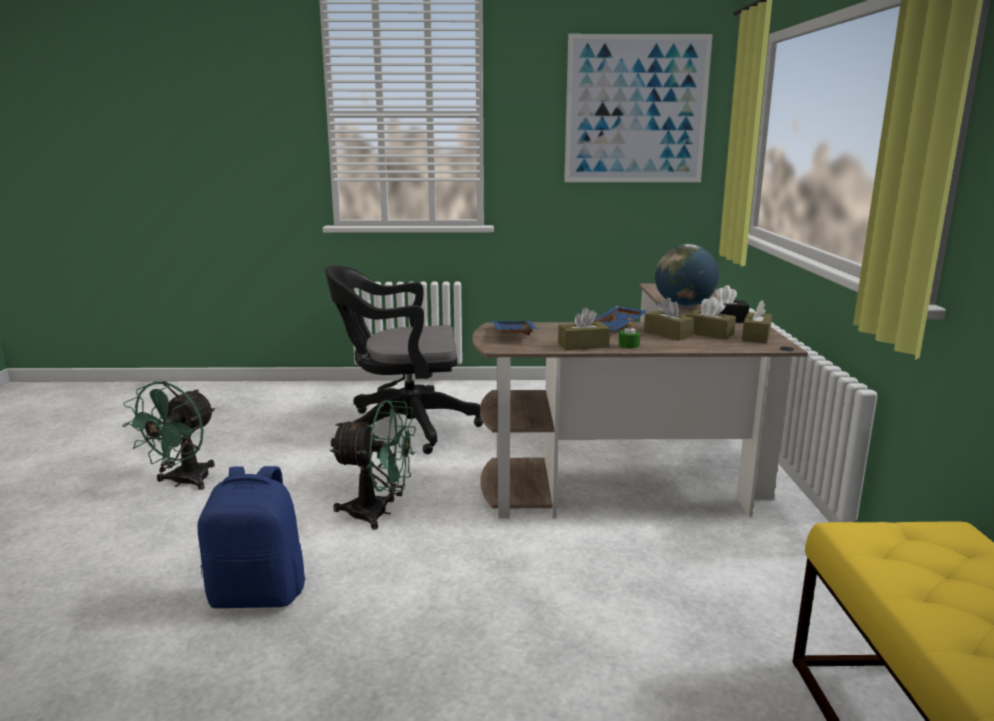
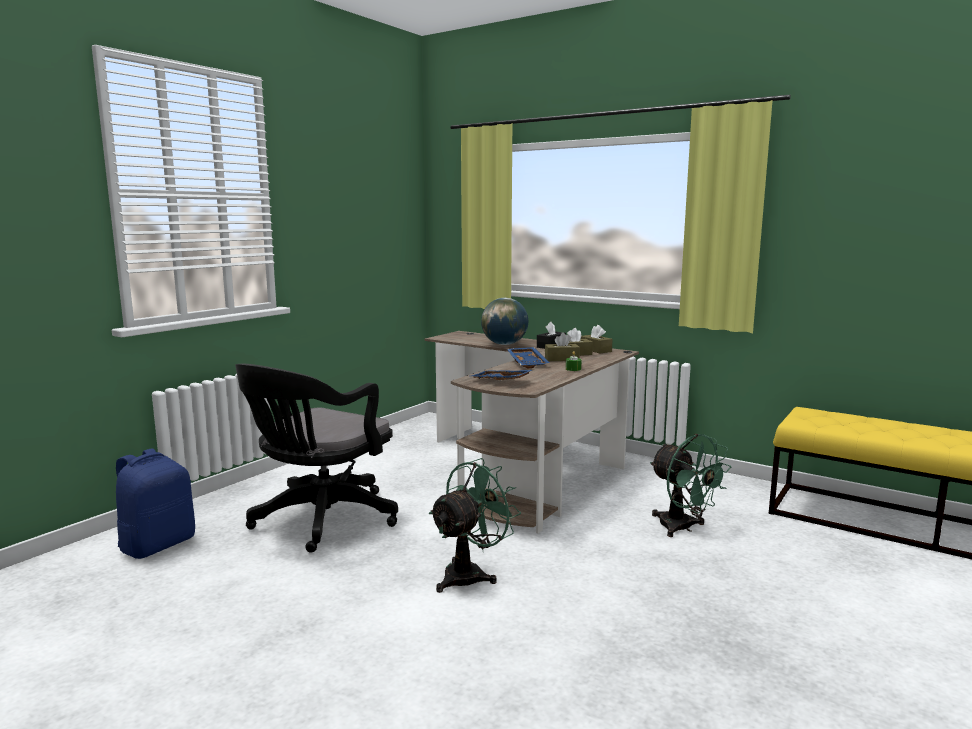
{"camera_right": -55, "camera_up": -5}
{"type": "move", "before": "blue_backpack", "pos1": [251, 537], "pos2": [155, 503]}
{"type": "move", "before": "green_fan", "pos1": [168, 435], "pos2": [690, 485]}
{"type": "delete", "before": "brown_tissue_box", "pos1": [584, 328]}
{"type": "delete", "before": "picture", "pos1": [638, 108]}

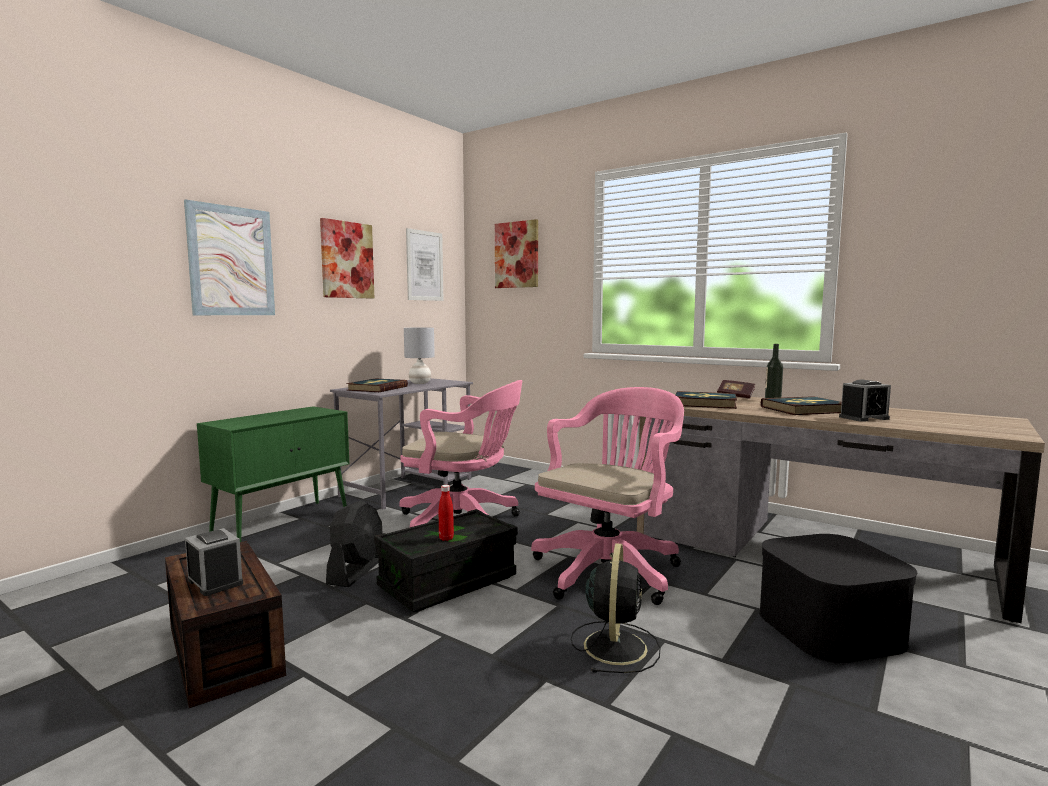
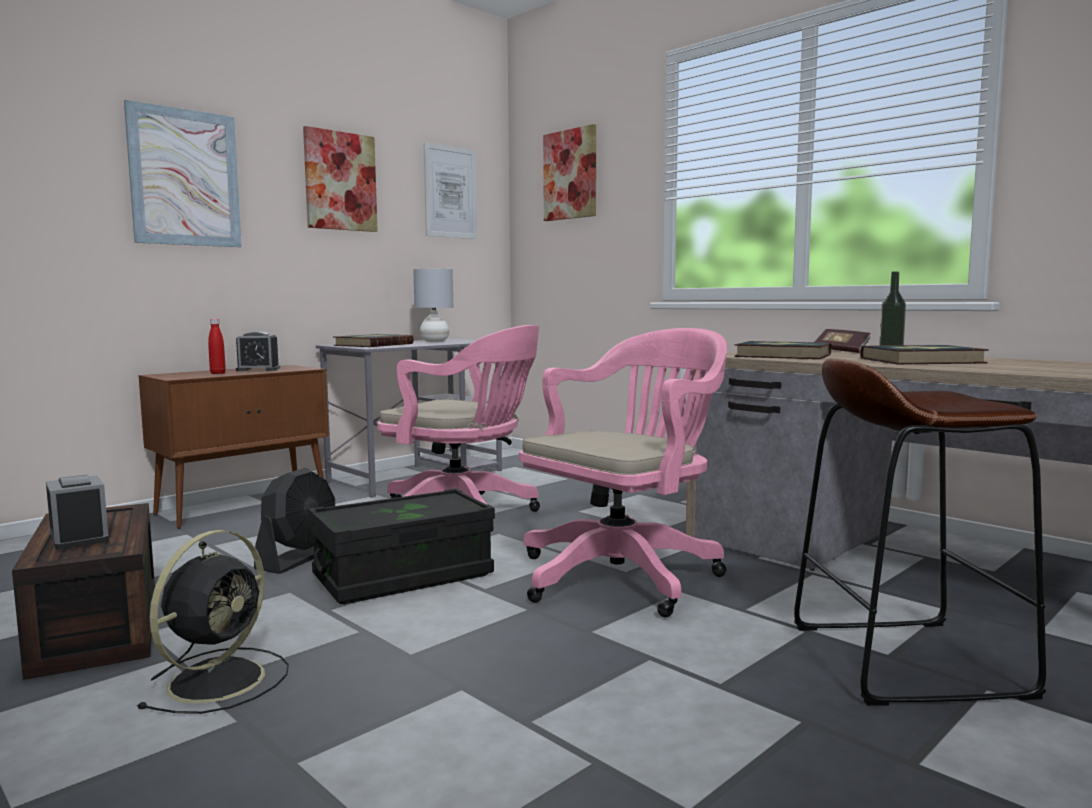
{"camera_right": 10, "camera_up": 0}
{"type": "move", "before": "black_fan", "pos1": [616, 608], "pos2": [212, 622]}
{"type": "recolor", "before": "green_cabinet", "after": "brown_cabinet", "pos1": [273, 474], "pos2": [234, 447]}
{"type": "move", "before": "red_bottle", "pos1": [446, 513], "pos2": [217, 346]}
{"type": "move", "before": "alarm_clock", "pos1": [865, 401], "pos2": [258, 351]}
{"type": "replace", "before": "black_storage_box", "after": "brown_stool", "pos1": [838, 598], "pos2": [920, 531]}

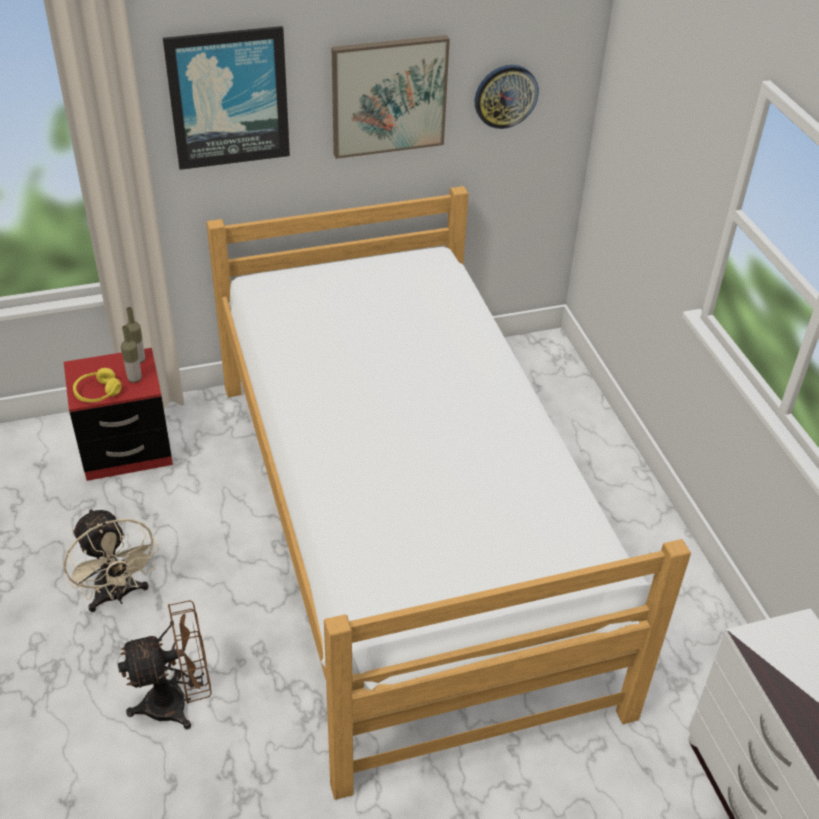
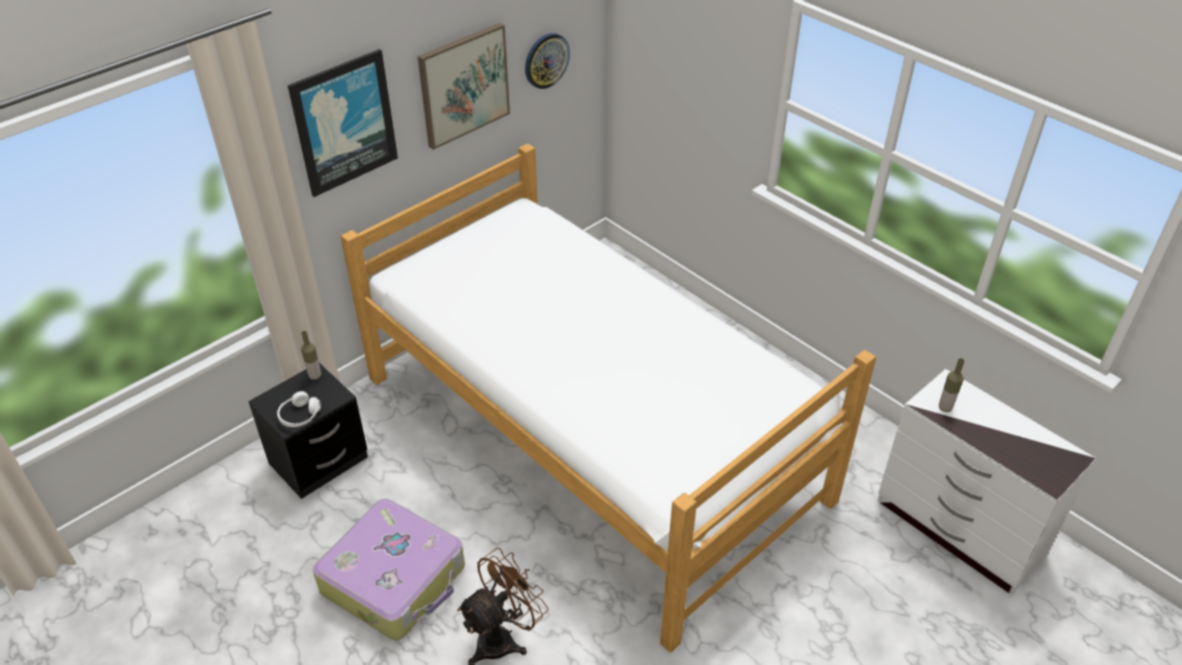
{"camera_right": -25, "camera_up": 0}
{"type": "recolor", "before": "red_nightstand", "after": "black_nightstand", "pos1": [118, 414], "pos2": [308, 431]}
{"type": "recolor", "before": "yellow_headphones", "after": "white_headphones", "pos1": [97, 385], "pos2": [299, 409]}
{"type": "replace", "before": "beige_fan", "after": "suitcase", "pos1": [111, 560], "pos2": [389, 569]}
{"type": "move", "before": "bottle", "pos1": [131, 354], "pos2": [951, 385]}

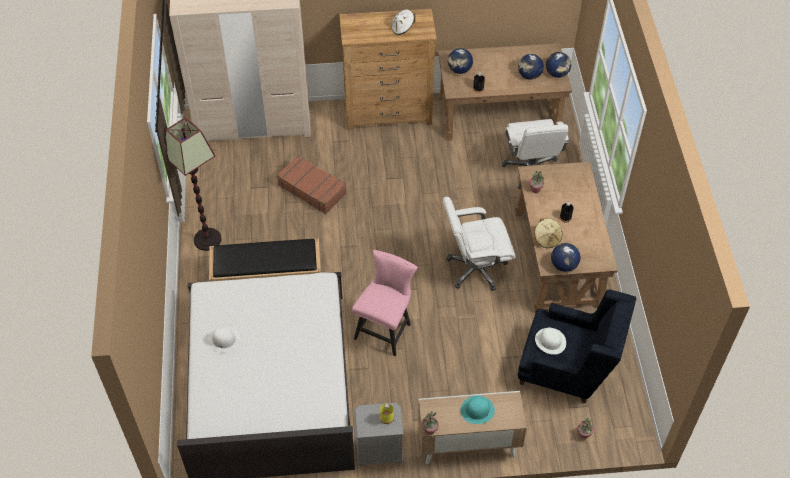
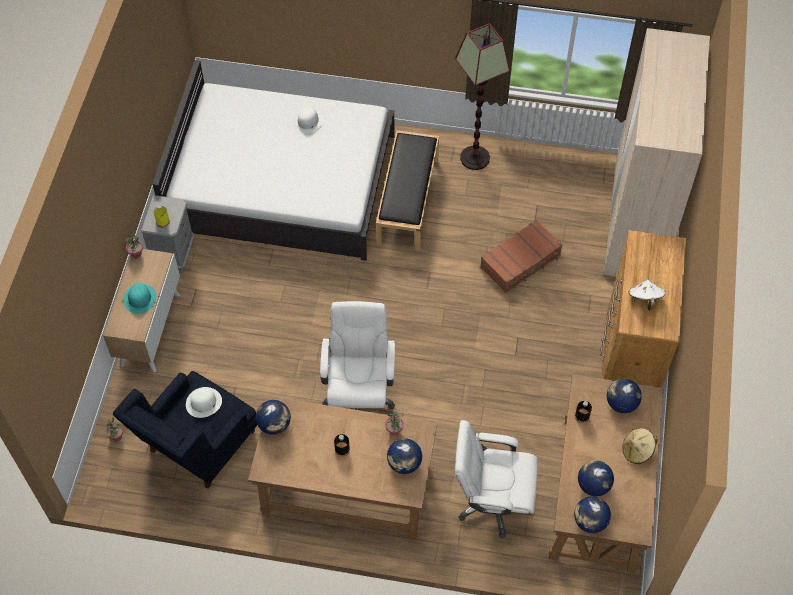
{"camera_right": 105, "camera_up": 5}
{"type": "insert", "after": "globe", "pos2": [404, 456]}
{"type": "move", "before": "beige_hat", "pos1": [548, 233], "pos2": [640, 446]}
{"type": "delete", "before": "pink_chair", "pos1": [385, 303]}

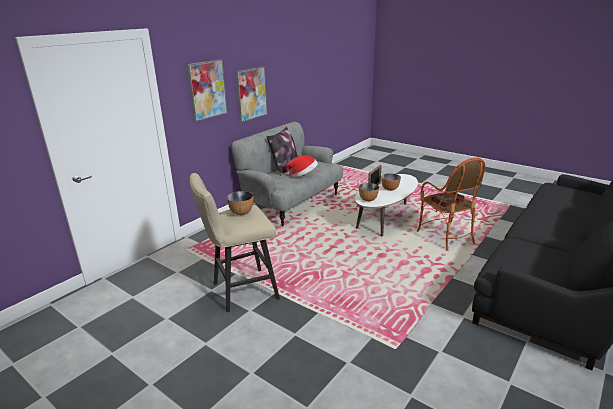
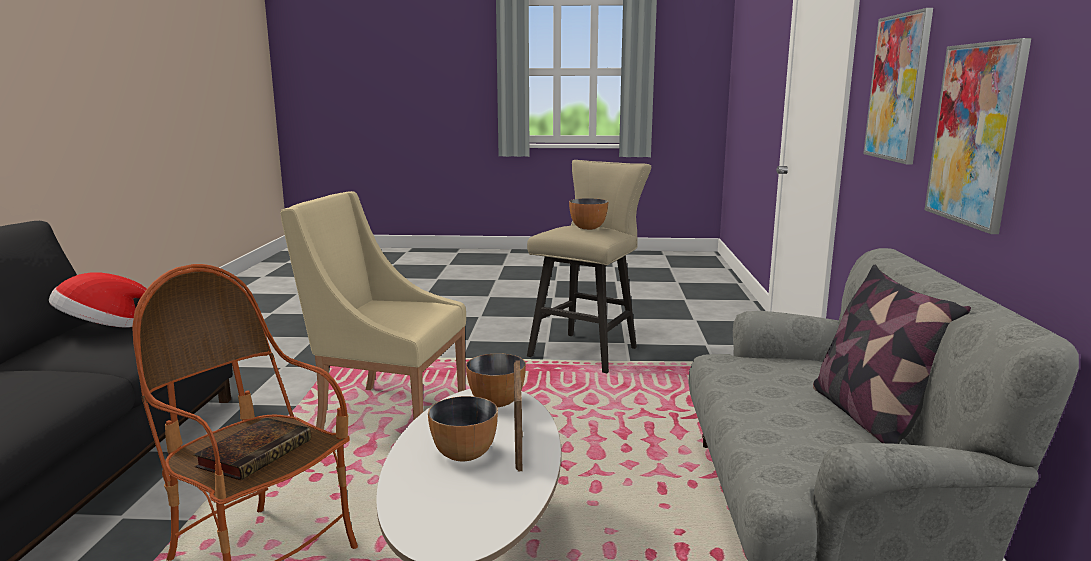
{"camera_right": 145, "camera_up": -10}
{"type": "move", "before": "hat", "pos1": [302, 166], "pos2": [97, 300]}
{"type": "insert", "after": "beige_armchair", "pos2": [373, 310]}

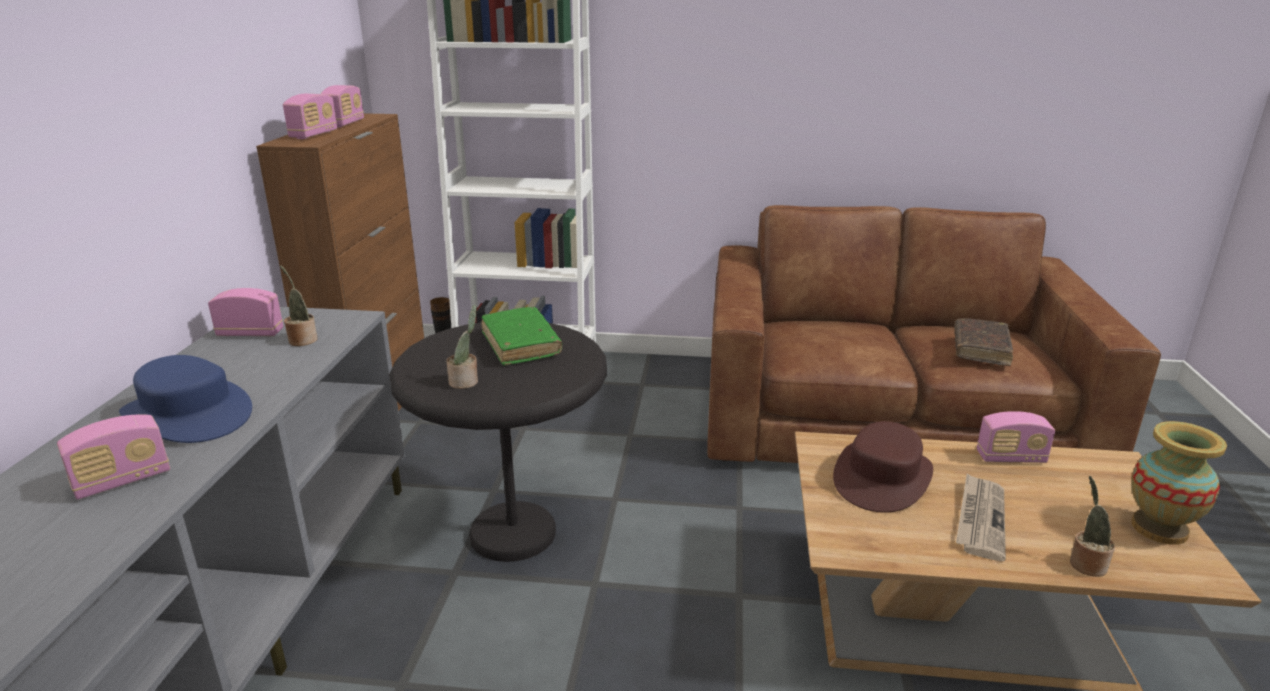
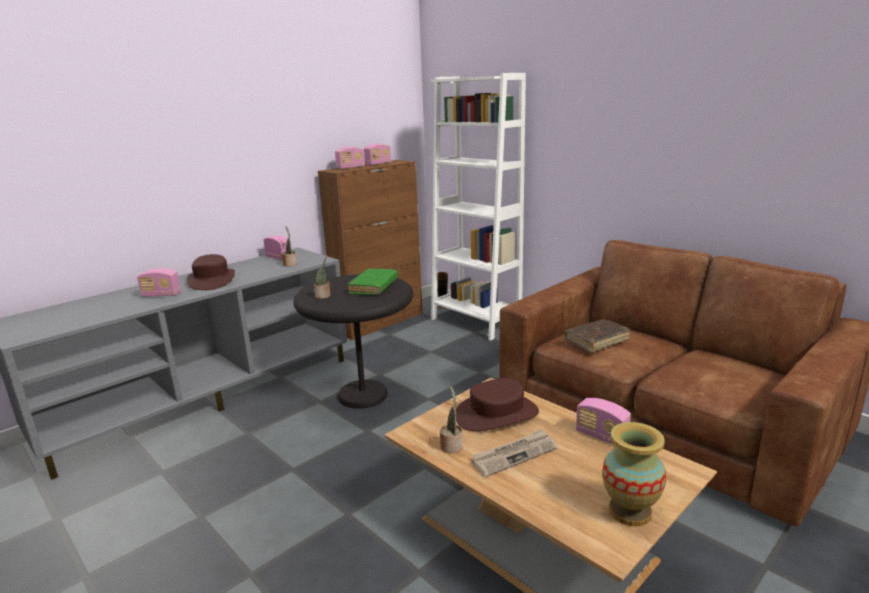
{"camera_right": 40, "camera_up": -5}
{"type": "recolor", "before": "blue_hat", "after": "brown_hat", "pos1": [185, 399], "pos2": [211, 272]}
{"type": "move", "before": "potted_plant", "pos1": [1092, 526], "pos2": [451, 419]}
{"type": "move", "before": "brown_book", "pos1": [983, 342], "pos2": [597, 336]}

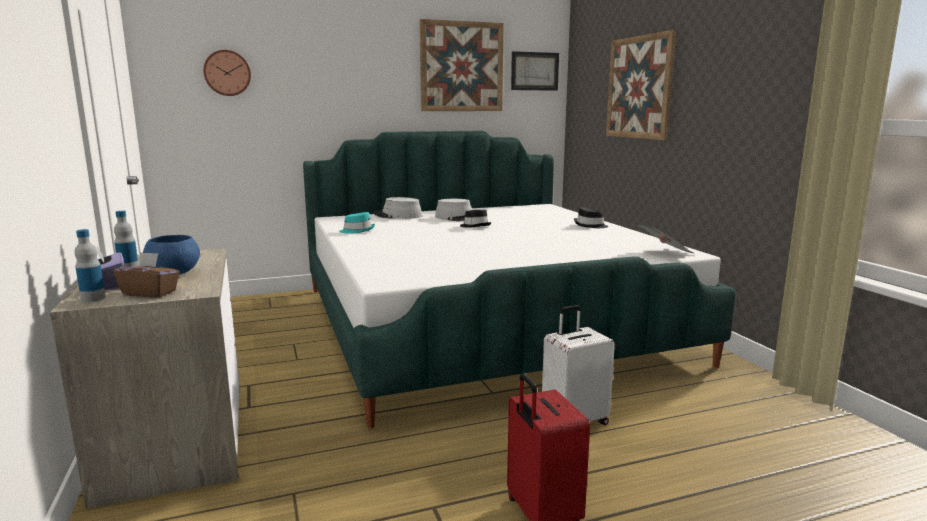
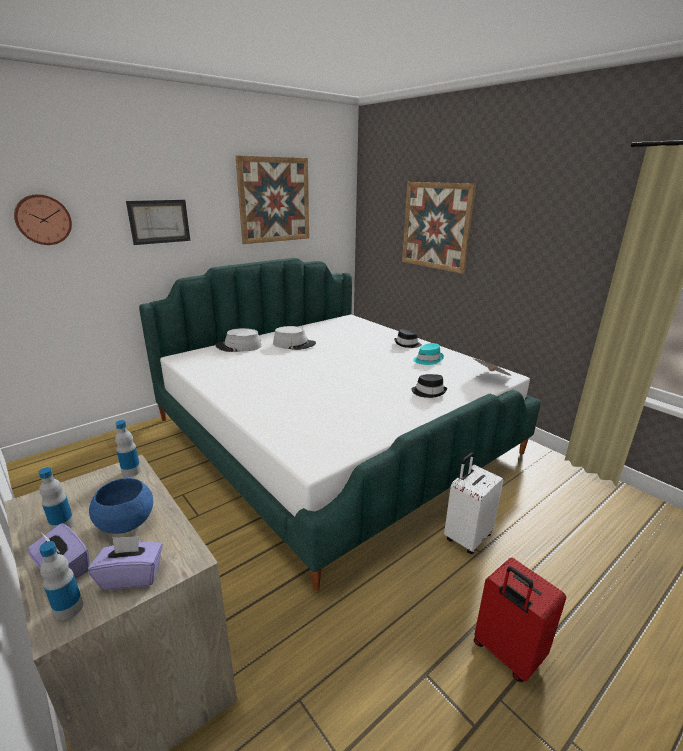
{"camera_right": -20, "camera_up": 10}
{"type": "recolor", "before": "brown_tissue_box", "after": "purple_tissue_box", "pos1": [146, 275], "pos2": [125, 563]}
{"type": "insert", "after": "bottle", "pos2": [128, 448]}
{"type": "move", "before": "picture", "pos1": [535, 71], "pos2": [158, 222]}
{"type": "move", "before": "black_hat", "pos1": [476, 219], "pos2": [429, 386]}
{"type": "move", "before": "turquoise_hat", "pos1": [357, 223], "pos2": [428, 354]}

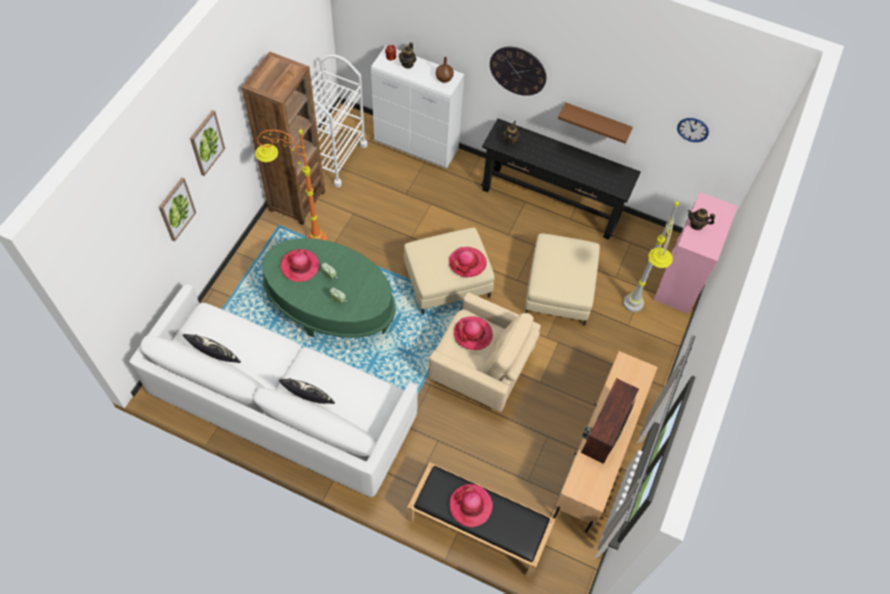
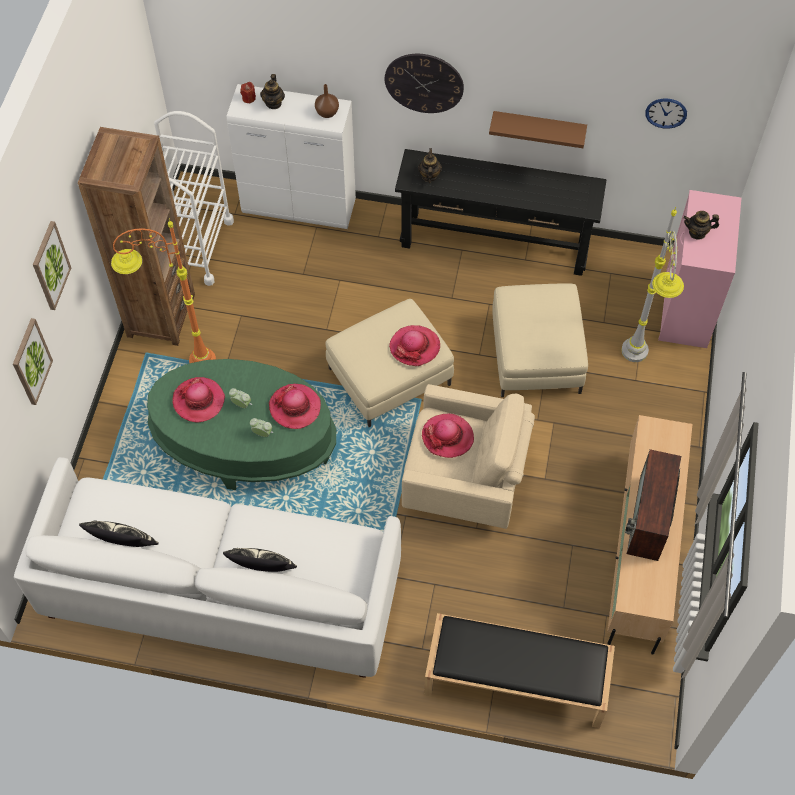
{"camera_right": -10, "camera_up": 0}
{"type": "move", "before": "hat", "pos1": [471, 505], "pos2": [295, 406]}

